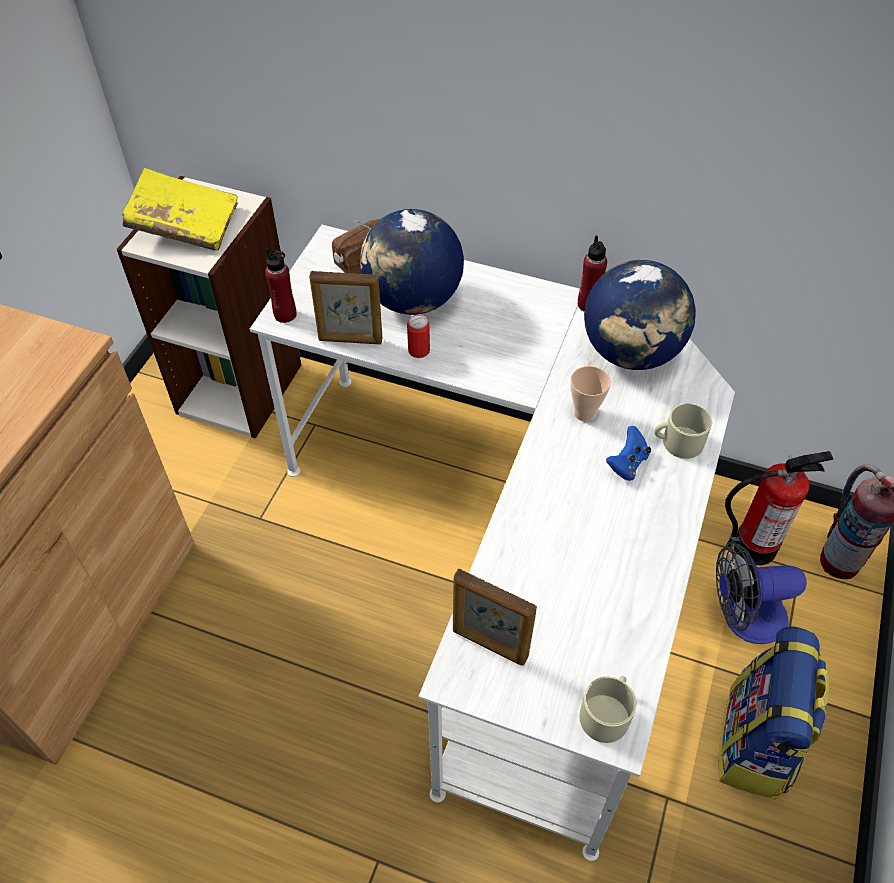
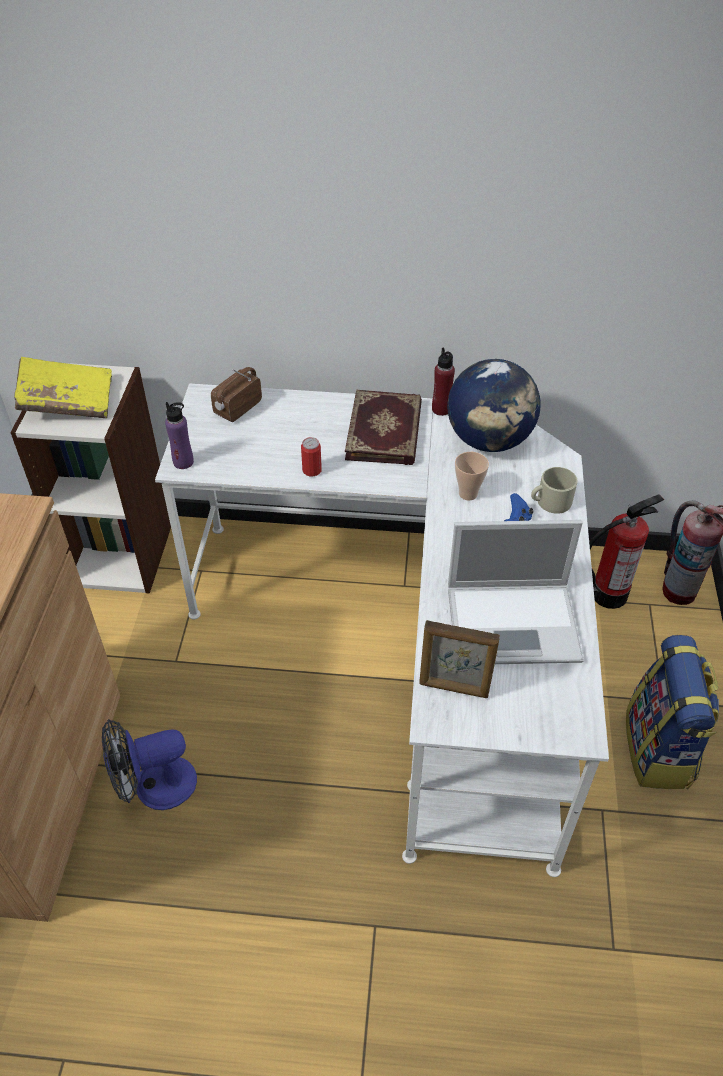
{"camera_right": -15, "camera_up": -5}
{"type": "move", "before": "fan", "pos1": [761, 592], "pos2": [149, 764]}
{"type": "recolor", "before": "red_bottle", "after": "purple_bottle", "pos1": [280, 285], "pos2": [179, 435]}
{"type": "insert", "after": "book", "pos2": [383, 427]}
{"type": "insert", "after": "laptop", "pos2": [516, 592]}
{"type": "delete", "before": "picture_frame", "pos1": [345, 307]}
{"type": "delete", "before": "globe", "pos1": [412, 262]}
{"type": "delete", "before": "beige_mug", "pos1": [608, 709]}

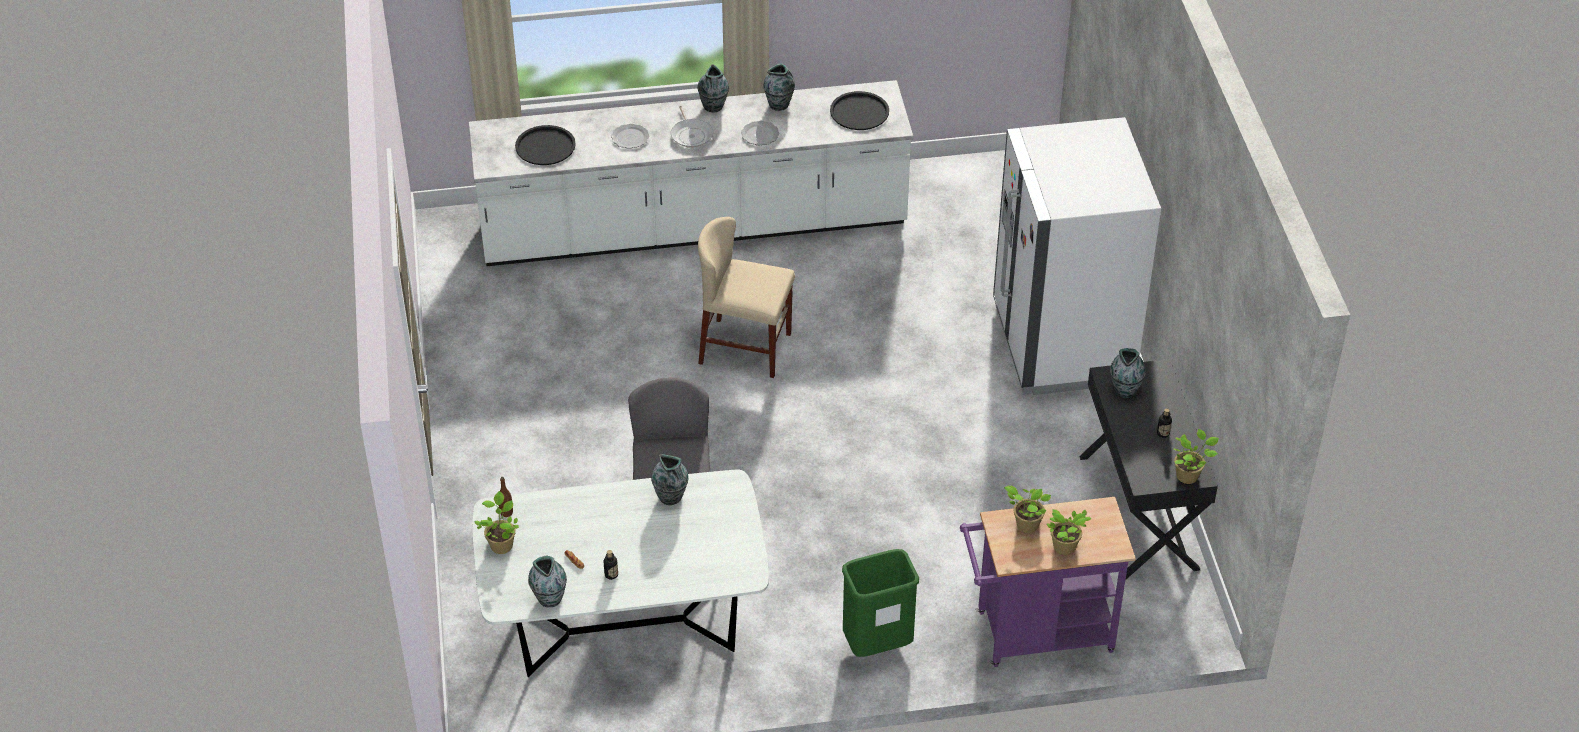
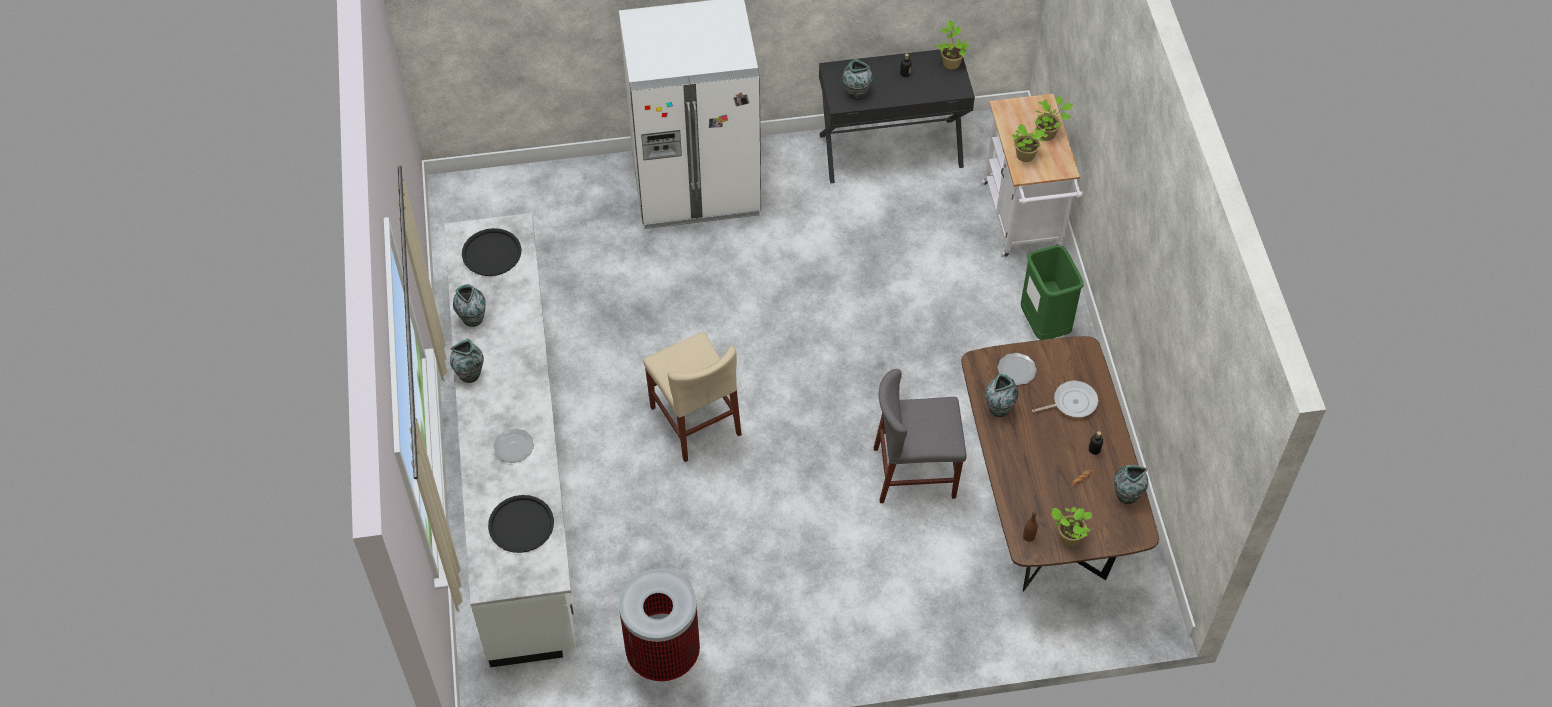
{"camera_right": -90, "camera_up": 10}
{"type": "insert", "after": "trash_can", "pos2": [659, 625]}
{"type": "rotate", "before": "beige_chair", "pos1": [746, 297], "pos2": [692, 397], "turn": -45}
{"type": "recolor", "before": "white_dining_table", "after": "brown_dining_table", "pos1": [620, 573], "pos2": [1060, 464]}
{"type": "recolor", "before": "purple_cart", "after": "white_cart", "pos1": [1048, 582], "pos2": [1032, 175]}
{"type": "move", "before": "plate", "pos1": [760, 133], "pos2": [1017, 369]}
{"type": "move", "before": "frying_pan", "pos1": [692, 127], "pos2": [1065, 399]}

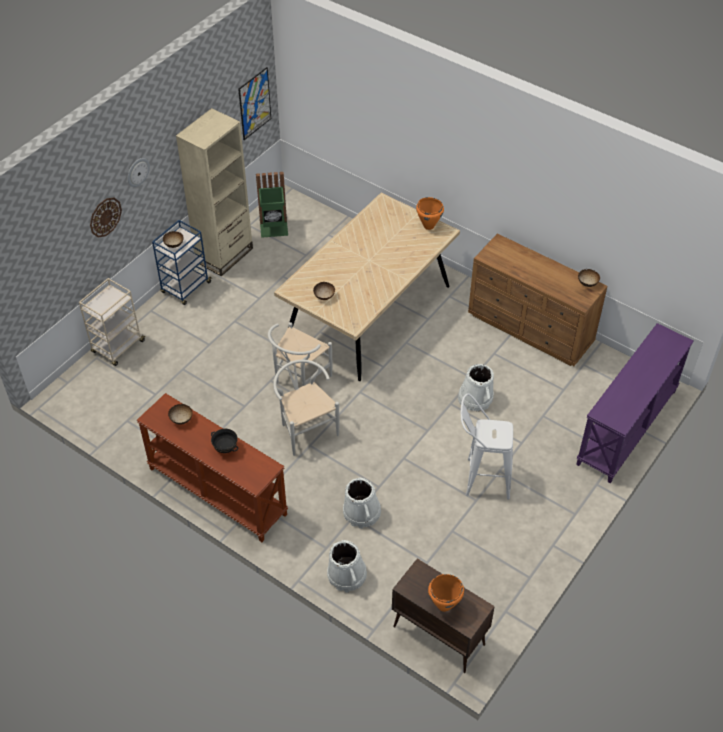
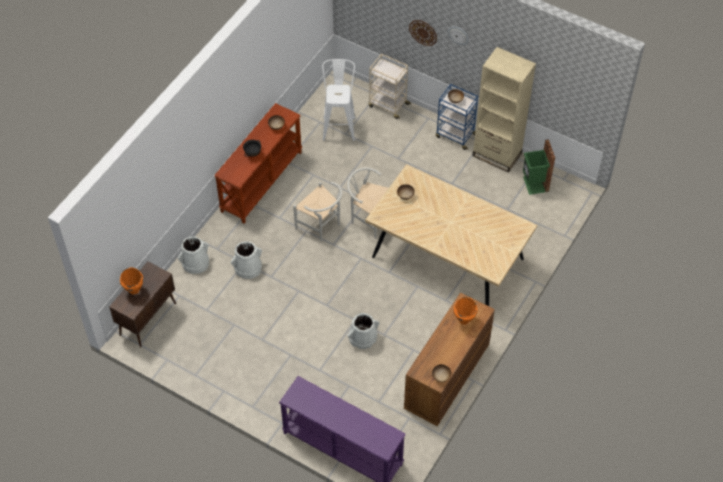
{"camera_right": 85, "camera_up": 5}
{"type": "rotate", "before": "white_chair", "pos1": [306, 408], "pos2": [317, 212], "turn": 75}
{"type": "move", "before": "white_stool", "pos1": [487, 446], "pos2": [339, 100]}
{"type": "move", "before": "orange_cooking_pot", "pos1": [430, 213], "pos2": [466, 311]}
{"type": "delete", "before": "picture", "pos1": [254, 103]}

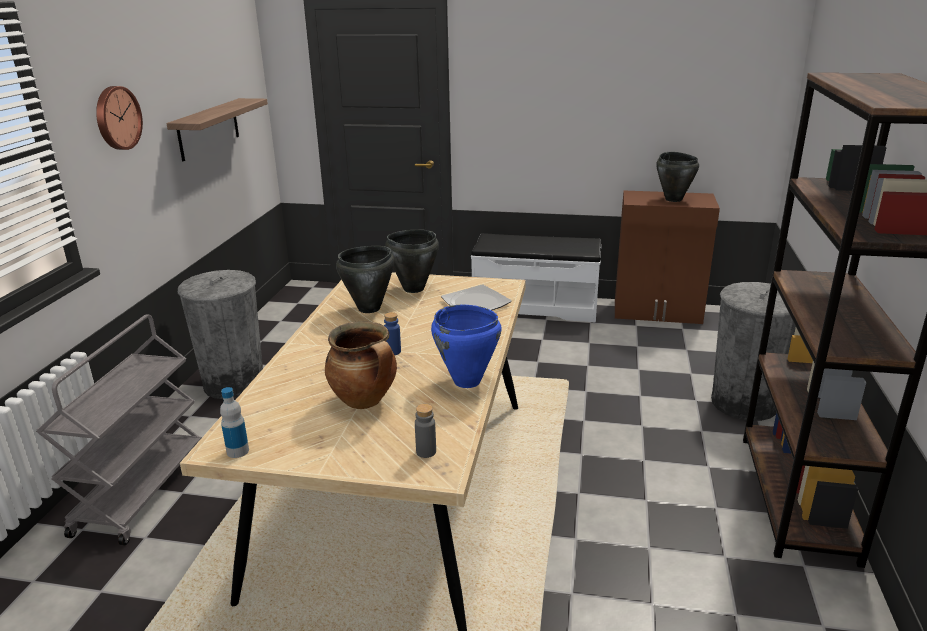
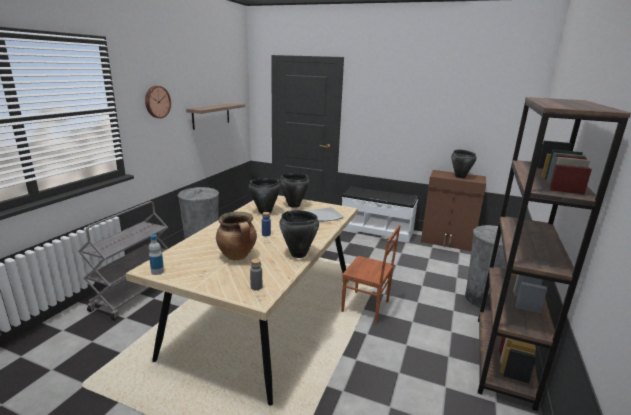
{"camera_right": 10, "camera_up": -5}
{"type": "recolor", "before": "blue_cooking_pot", "after": "black_cooking_pot", "pos1": [466, 346], "pos2": [299, 234]}
{"type": "insert", "after": "brown_chair", "pos2": [371, 274]}

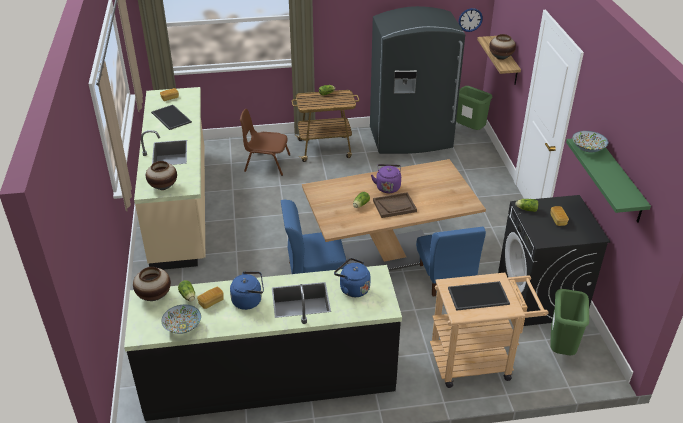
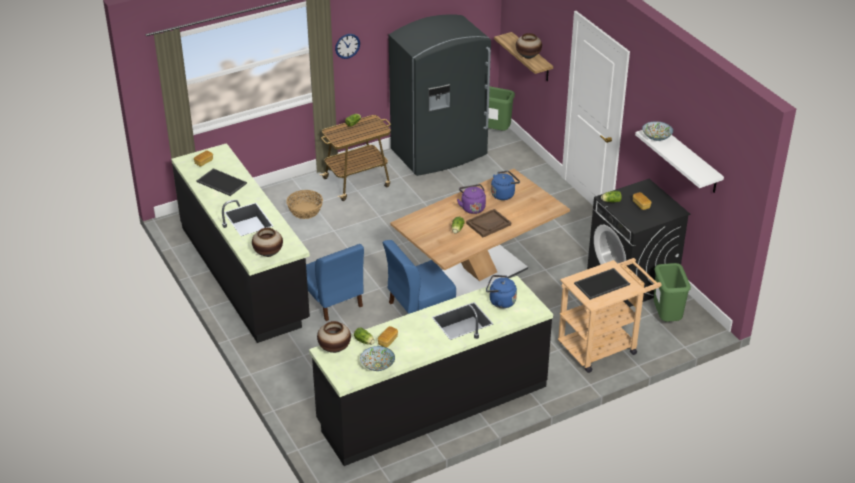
{"camera_right": -20, "camera_up": 0}
{"type": "recolor", "before": "beige_counter", "after": "black_counter", "pos1": [169, 178], "pos2": [240, 243]}
{"type": "replace", "before": "brown_chair", "after": "basket", "pos1": [265, 142], "pos2": [304, 204]}
{"type": "move", "before": "blue_chair", "pos1": [451, 261], "pos2": [335, 282]}
{"type": "move", "before": "wall_clock", "pos1": [470, 20], "pos2": [347, 46]}
{"type": "move", "before": "blue_kettle", "pos1": [247, 290], "pos2": [505, 185]}
{"type": "recolor", "before": "green_shelf", "after": "white_shelf", "pos1": [608, 181], "pos2": [679, 161]}

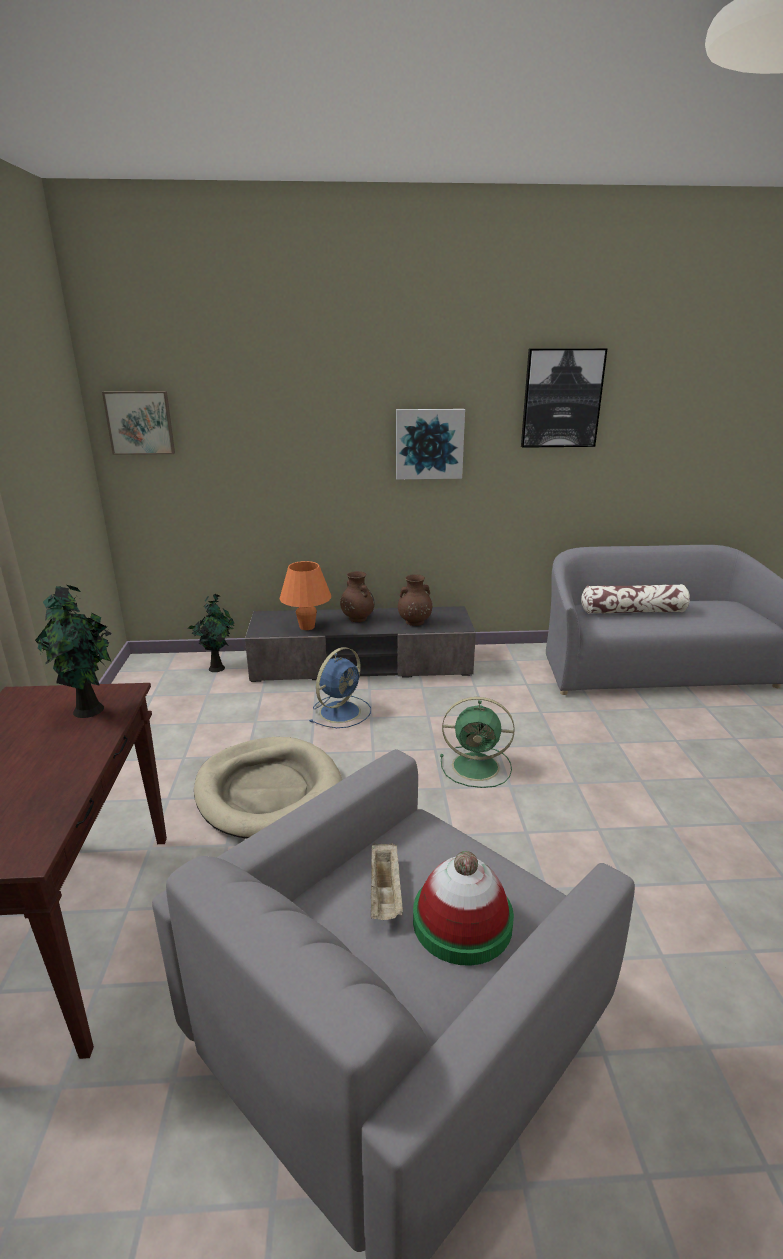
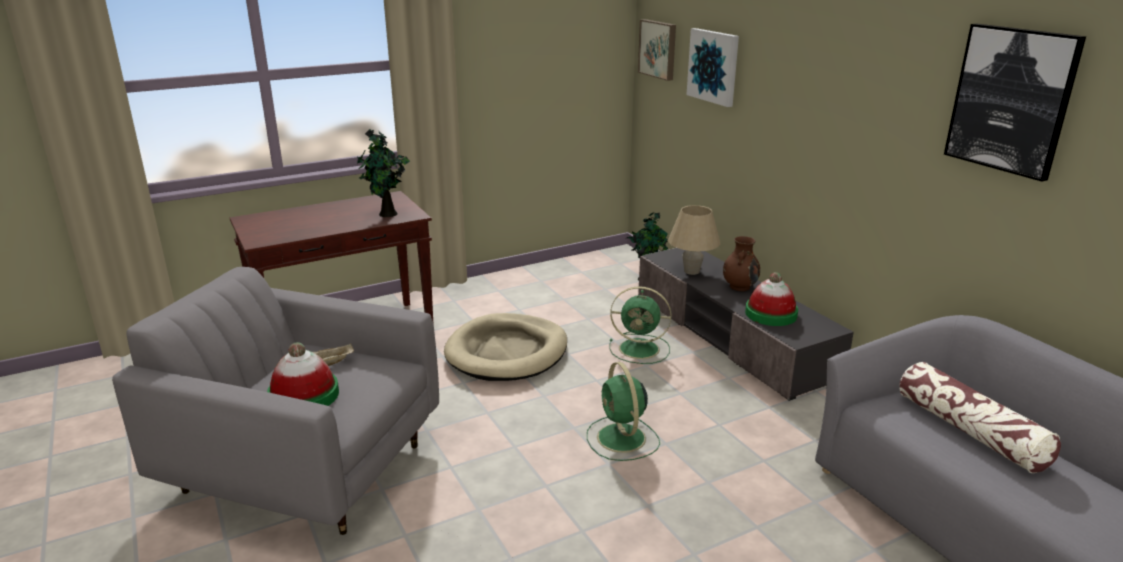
{"camera_right": 65, "camera_up": 0}
{"type": "recolor", "before": "blue_fan", "after": "green_fan", "pos1": [340, 687], "pos2": [640, 325]}
{"type": "recolor", "before": "orange_table_lamp", "after": "beige_table_lamp", "pos1": [305, 595], "pos2": [694, 240]}
{"type": "move", "before": "picture", "pos1": [430, 444], "pos2": [712, 67]}
{"type": "replace", "before": "brown_vase", "after": "hat", "pos1": [415, 600], "pos2": [771, 299]}

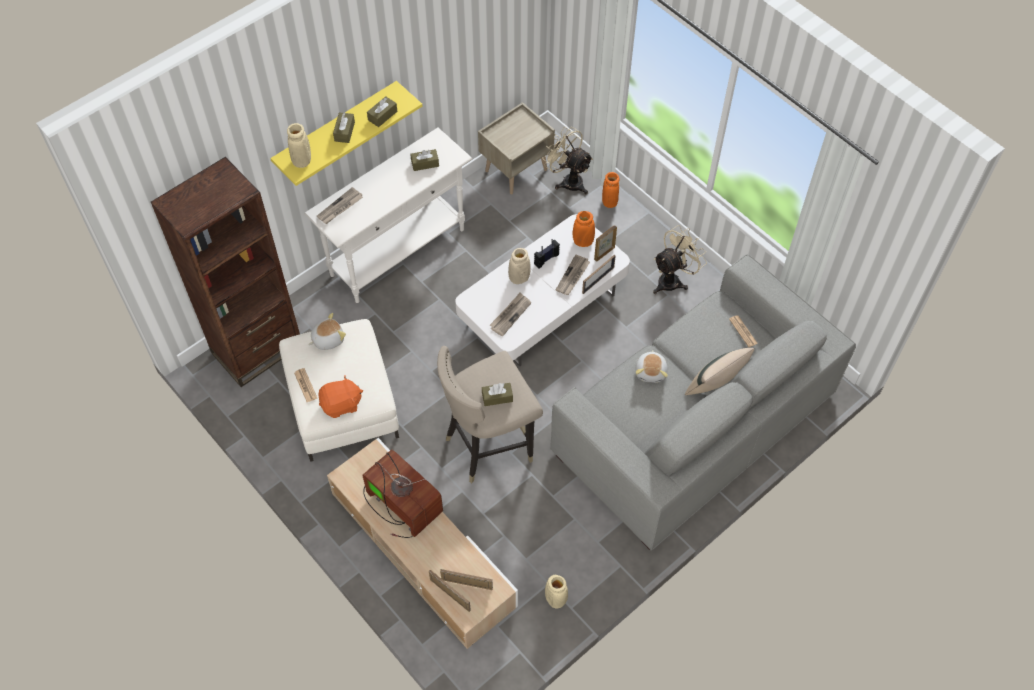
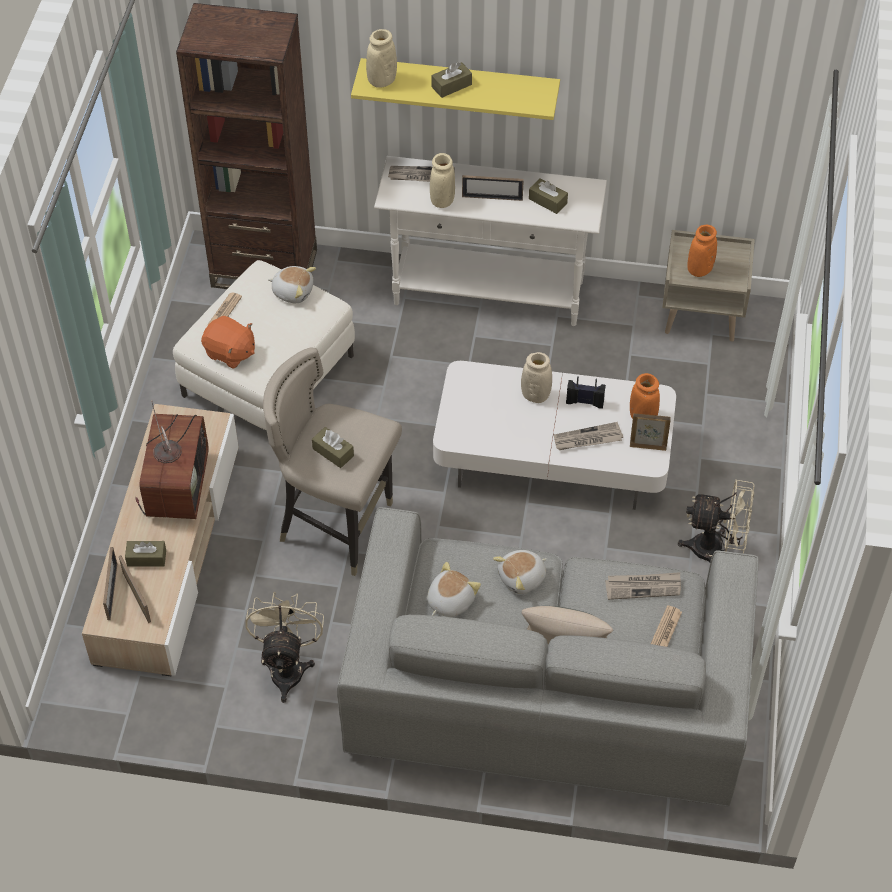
{"camera_right": 50, "camera_up": -5}
{"type": "move", "before": "brown_tissue_box", "pos1": [382, 111], "pos2": [145, 553]}
{"type": "move", "before": "beige_fan", "pos1": [567, 160], "pos2": [284, 647]}
{"type": "insert", "after": "plush_toy", "pos2": [454, 589]}
{"type": "move", "before": "beige_vase", "pos1": [556, 591], "pos2": [442, 180]}
{"type": "move", "before": "picture_frame", "pos1": [598, 274], "pos2": [493, 188]}
{"type": "move", "before": "newspaper", "pos1": [510, 314], "pos2": [643, 586]}
{"type": "move", "before": "orange_vase", "pos1": [610, 190], "pos2": [702, 251]}

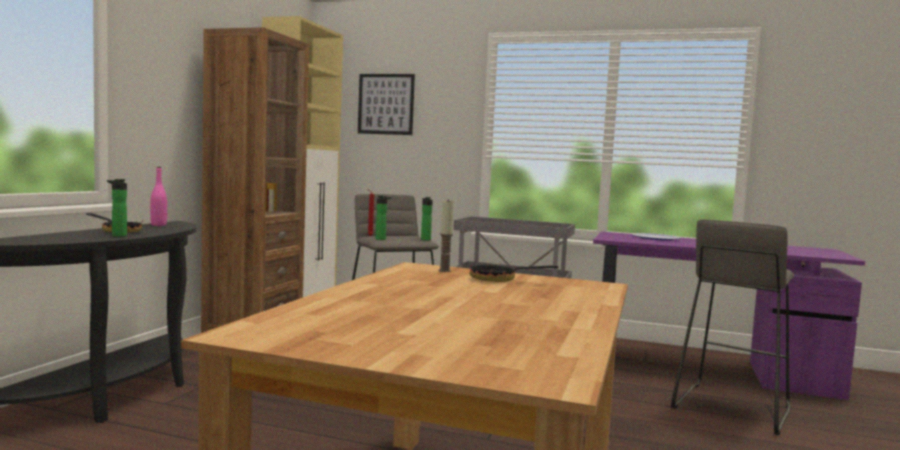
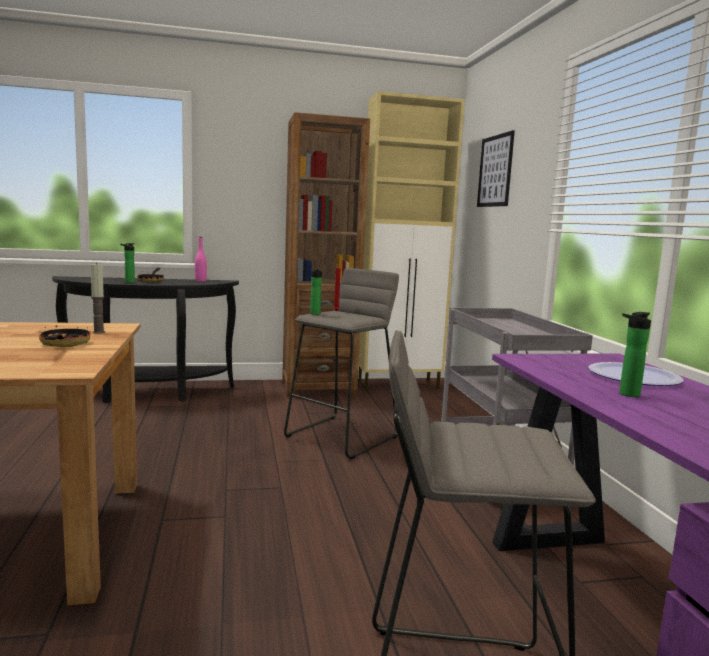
{"camera_right": 60, "camera_up": 5}
{"type": "move", "before": "bottle", "pos1": [427, 219], "pos2": [635, 354]}

